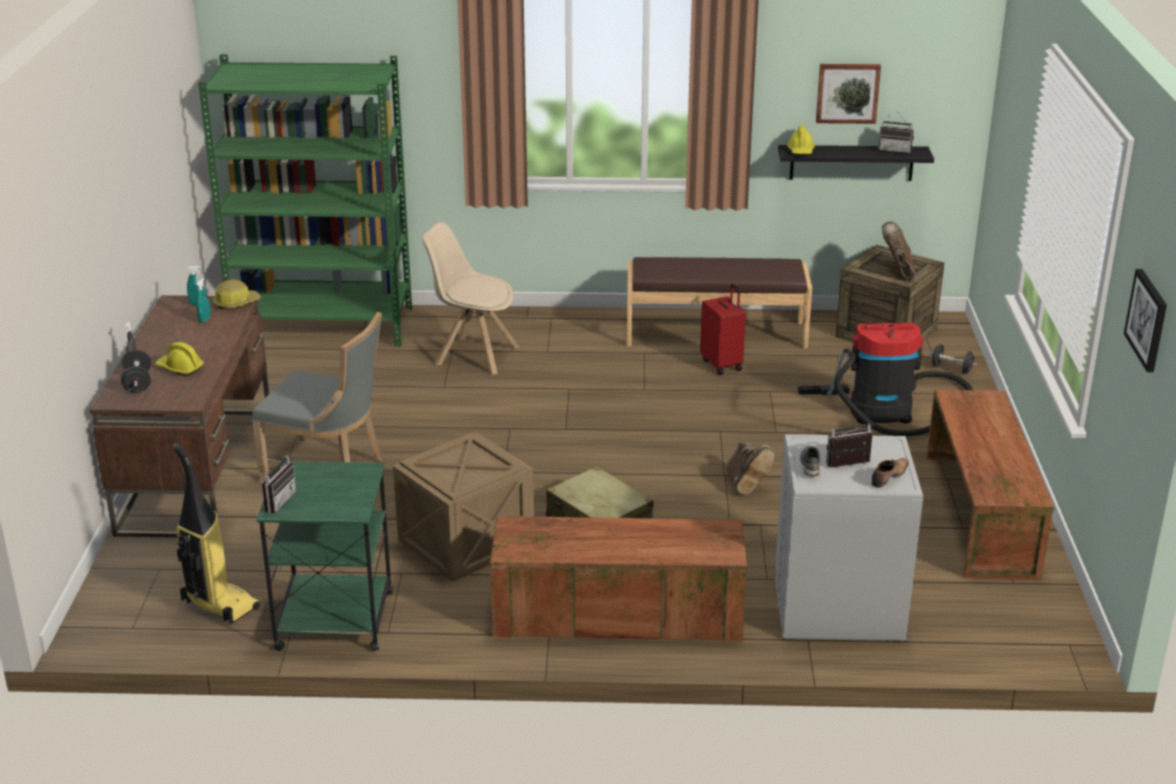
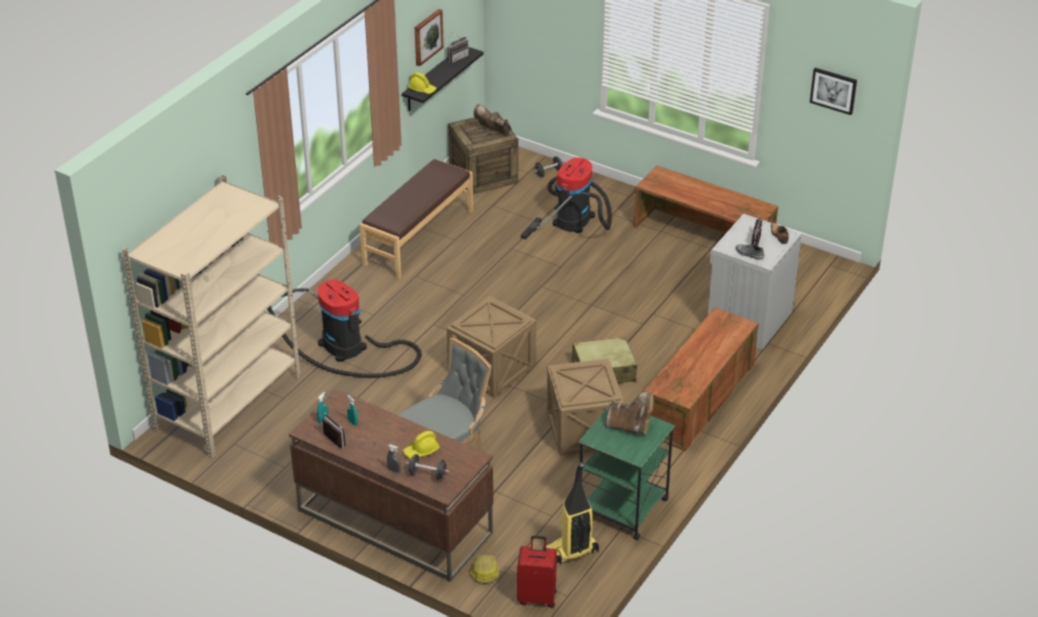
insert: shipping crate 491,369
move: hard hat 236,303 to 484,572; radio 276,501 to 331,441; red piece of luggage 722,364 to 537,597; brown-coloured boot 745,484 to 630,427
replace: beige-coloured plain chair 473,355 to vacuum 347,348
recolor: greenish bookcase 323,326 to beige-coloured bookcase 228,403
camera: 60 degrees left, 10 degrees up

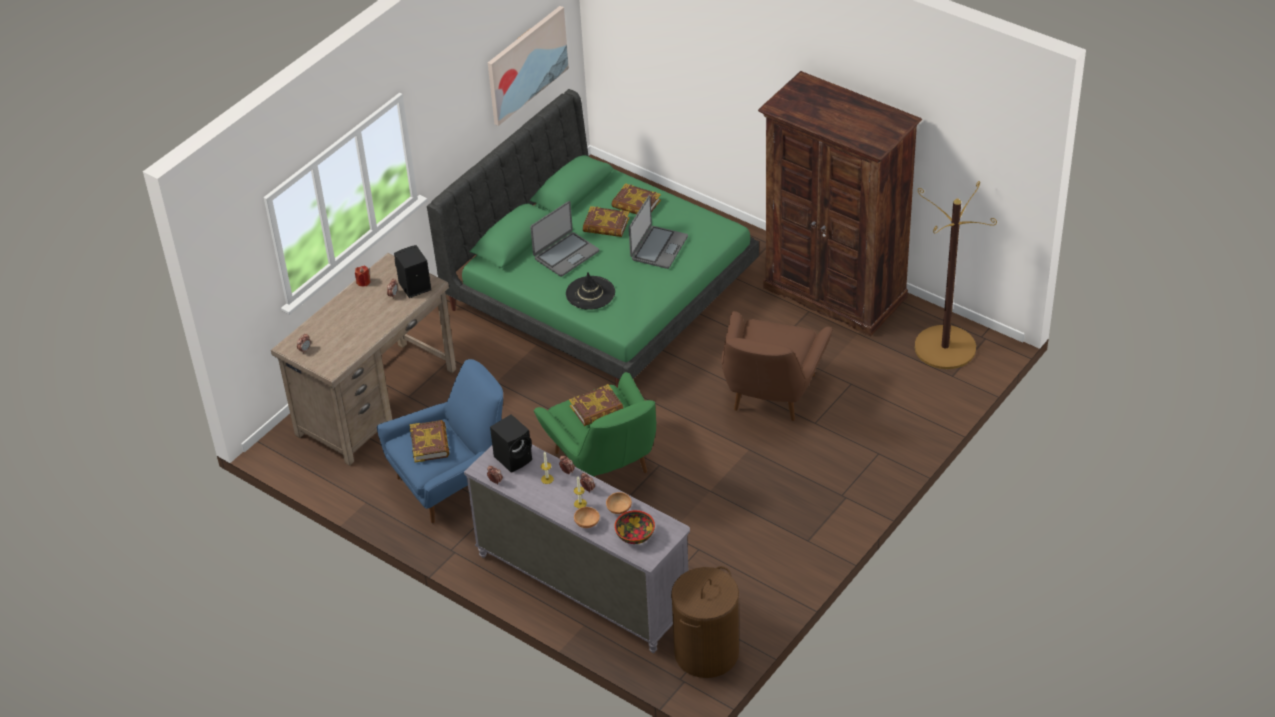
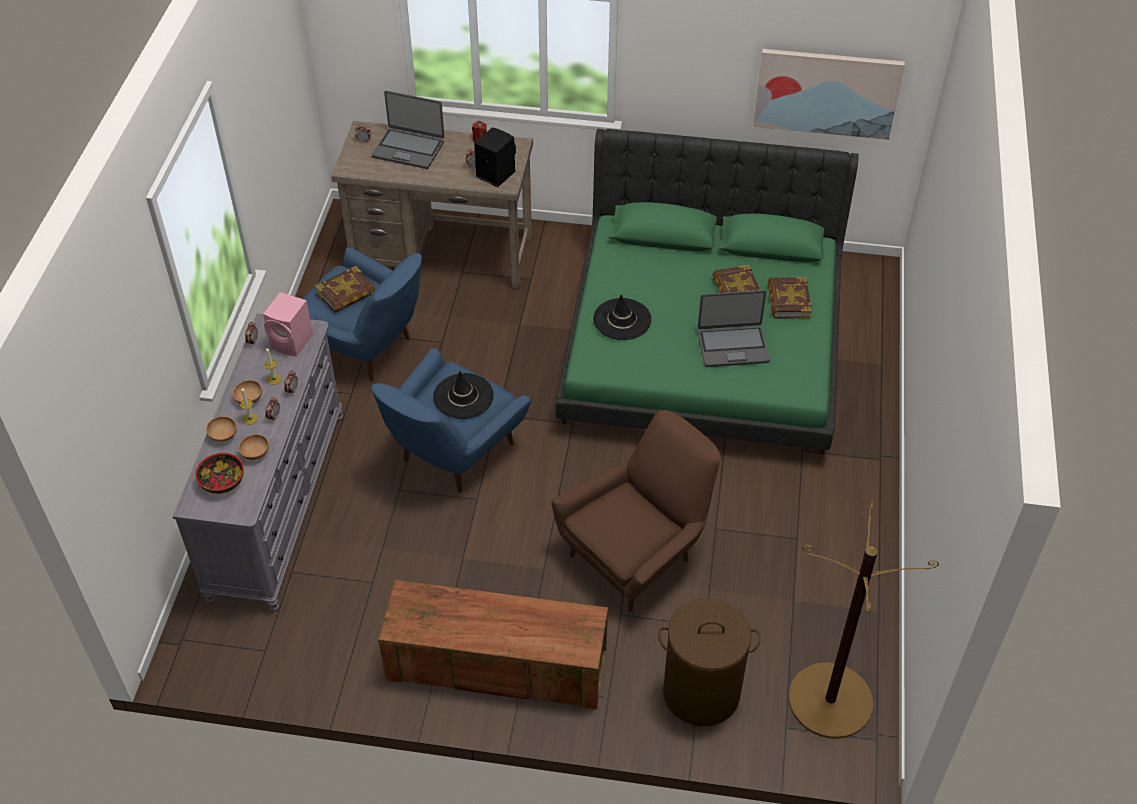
delete: brown-coloured wardrobe 834,293
insert: brown-coloured serving bowl 248,399; brown-coloured long seat 495,666
move: laptop 566,254 to 408,149; brown-coloured hamper 706,653 to 701,693
replace: volume 596,409 to black-coloured clothing hat 463,396
recolor: black-coloured audio speaker 514,458 to pink audio speaker 293,342; greenish armchair 606,466 to blue armchair 451,455
rotate: brown-coloured armchair 770,396 = 637,556 150 degrees clockwise
camera: 60 degrees right, 5 degrees up

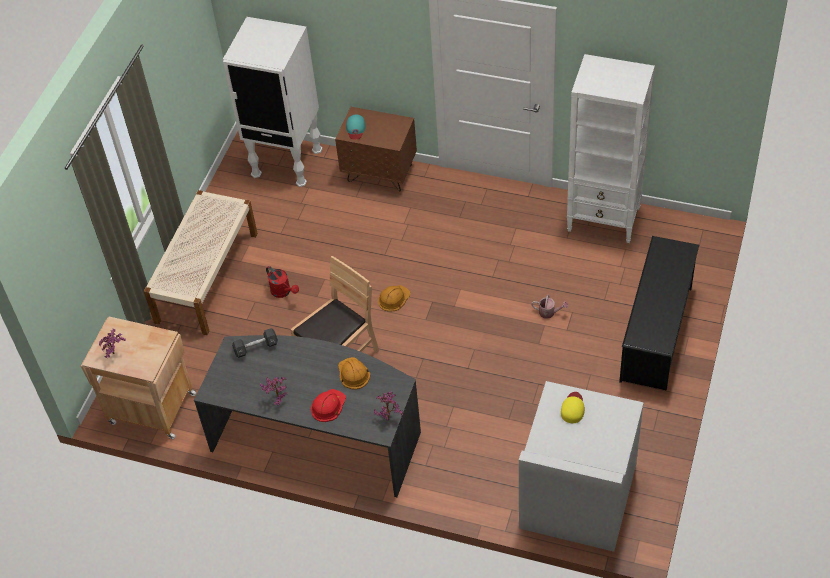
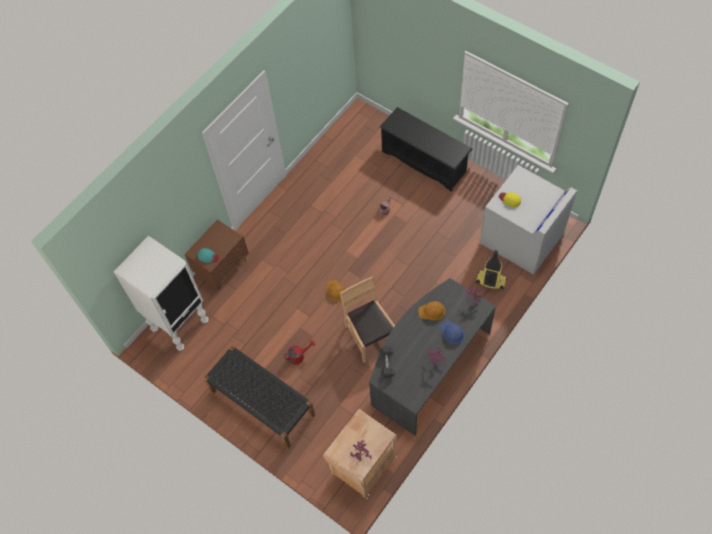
delete: white-coloured bookcase 604,219
insert: vacuum 490,282
recolor: beige-coloured long seat 206,277 to black-coloured long seat 262,403; red hard hat 328,406 to blue hard hat 452,332
camera: 70 degrees left, 10 degrees up

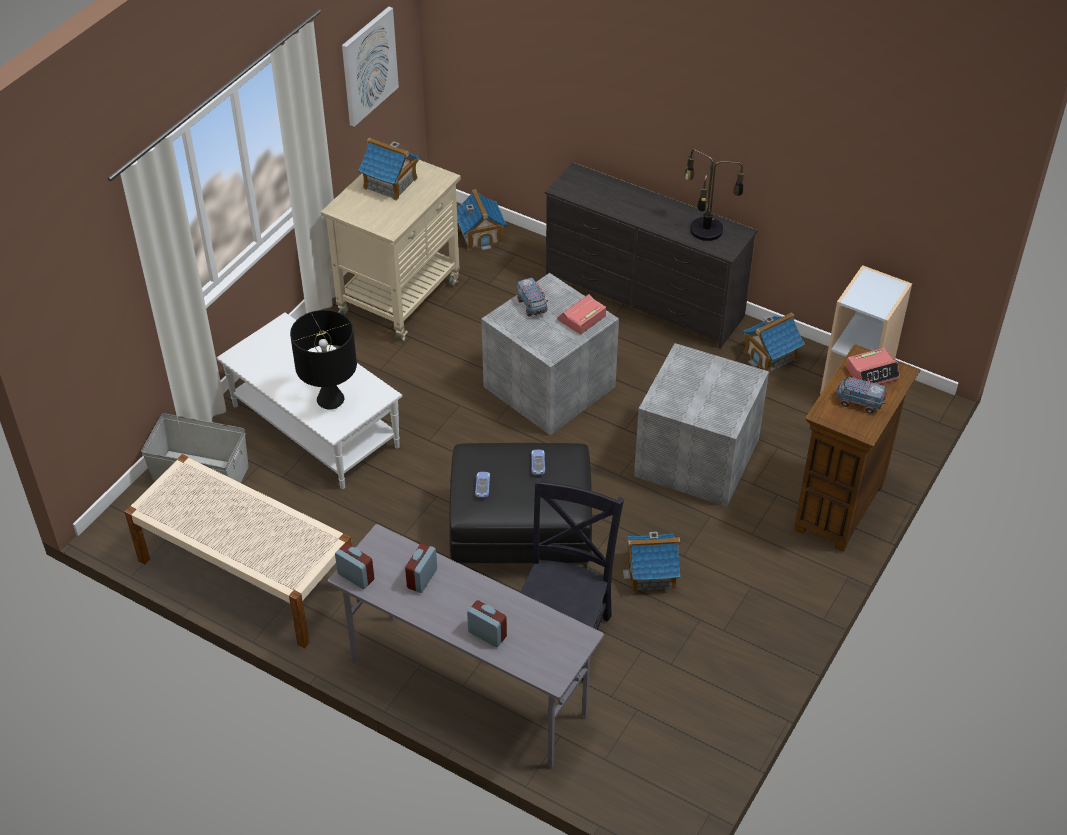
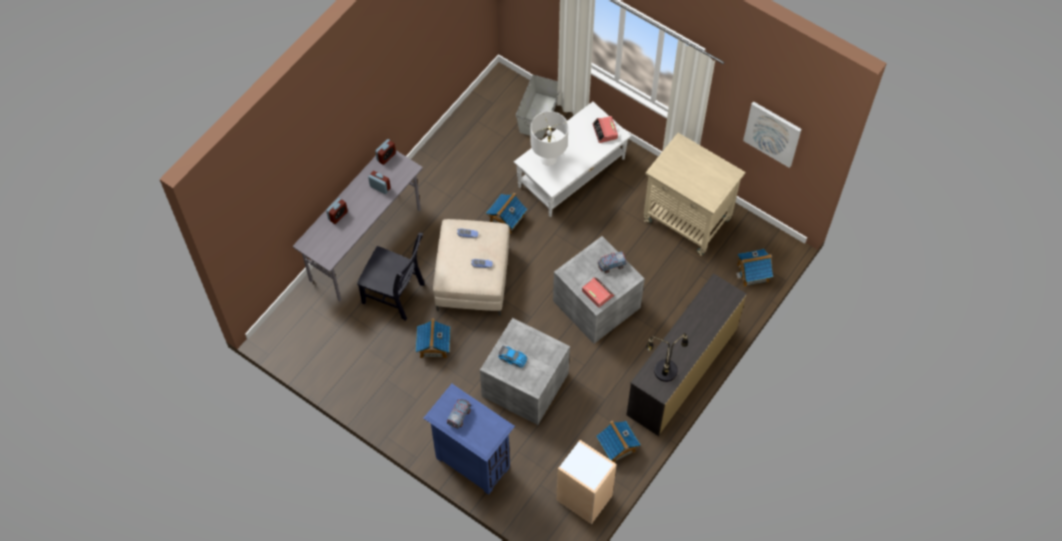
delete: beige-coloured long seat 246,574
insert: toy car 513,358
move: toy house 390,183 to 506,219; table clock 872,373 to 605,131
recolor: black-coloured table lamp 331,401 to white-coloured table lamp 548,160; black-coloured footrest 521,534 to beige-coloured footrest 472,278; brown-coloured cupboard 839,509 to blue cupboard 471,463
camera: 95 degrees right, 15 degrees up

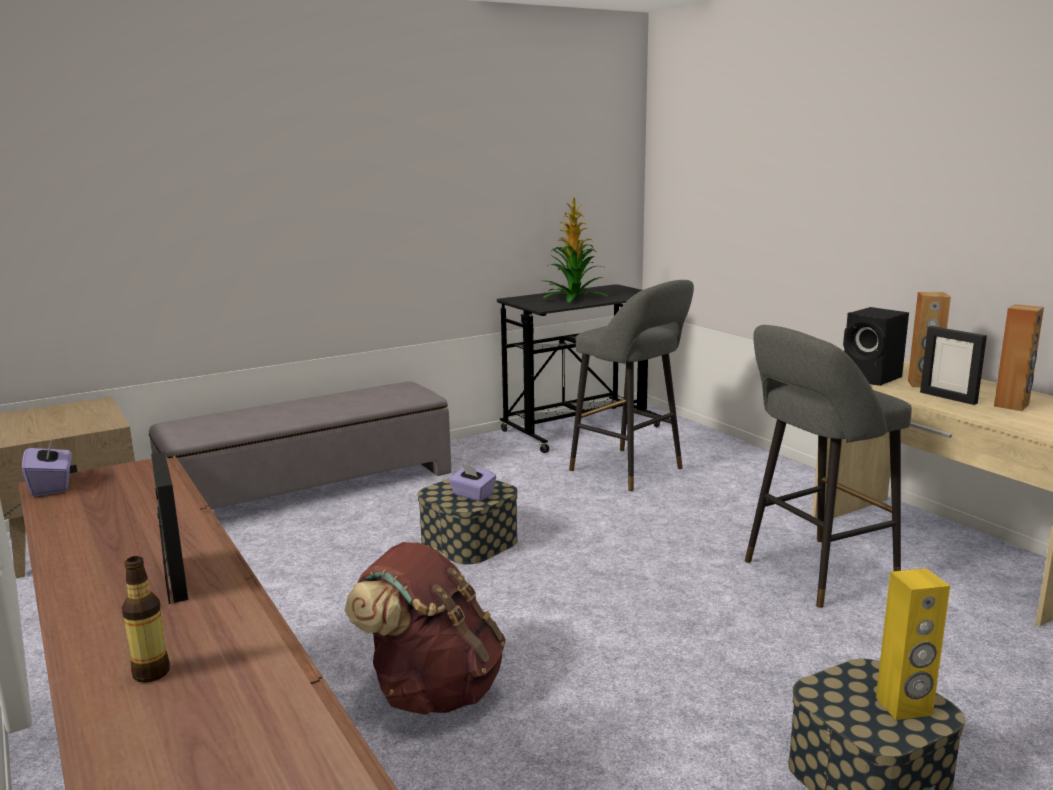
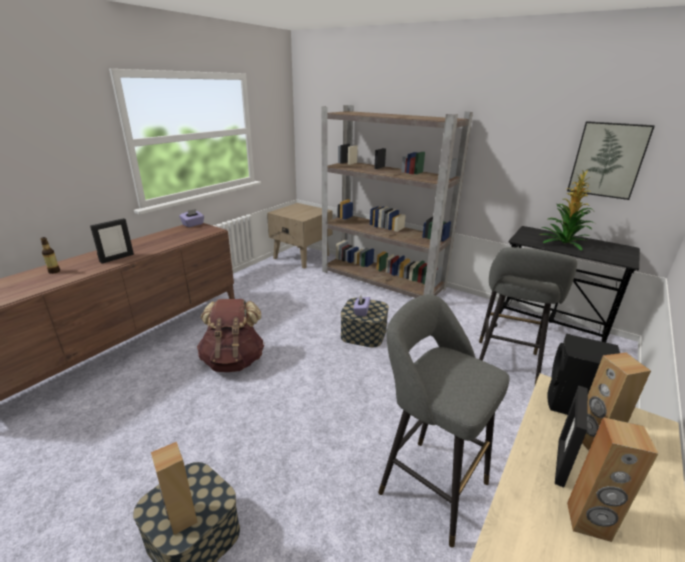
insert: wall art 607,160
replace: grey long seat 311,487 to brown-coloured bookcase 382,279
recolor: yellow audio speaker 904,707 to brown-coloured audio speaker 182,518
camera: 65 degrees right, 10 degrees up

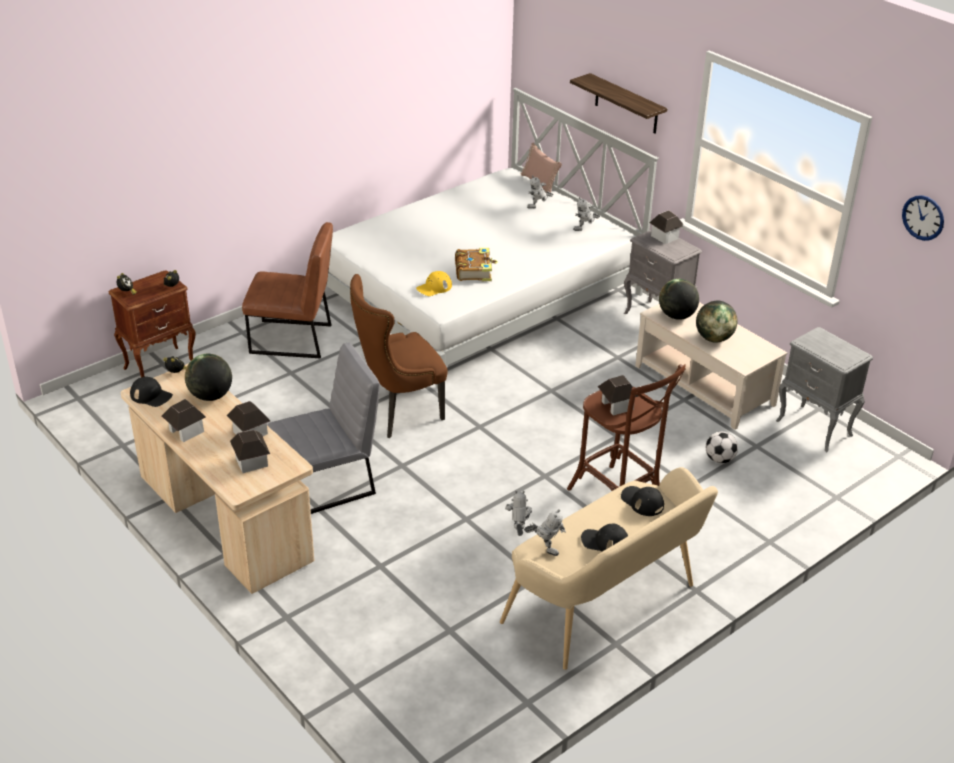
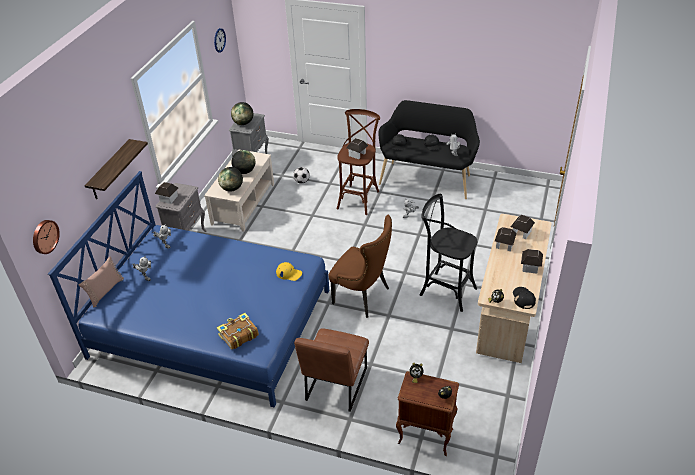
insert: clock on the wall 44,236
move: world globe 211,396 to 243,123; volume 474,271 to 238,335
replace: grey plain chair 327,484 to black-coloured sitting stool 445,290
recolor: white-coloured sleeping bed 479,295 to blue sleeping bed 211,324; beige-coloured long seat 606,607 to black-coloured long seat 427,178
rotate: brown-coloured plain chair 293,339 = 335,385 135 degrees counterclockwise
camera: 120 degrees left, 5 degrees up

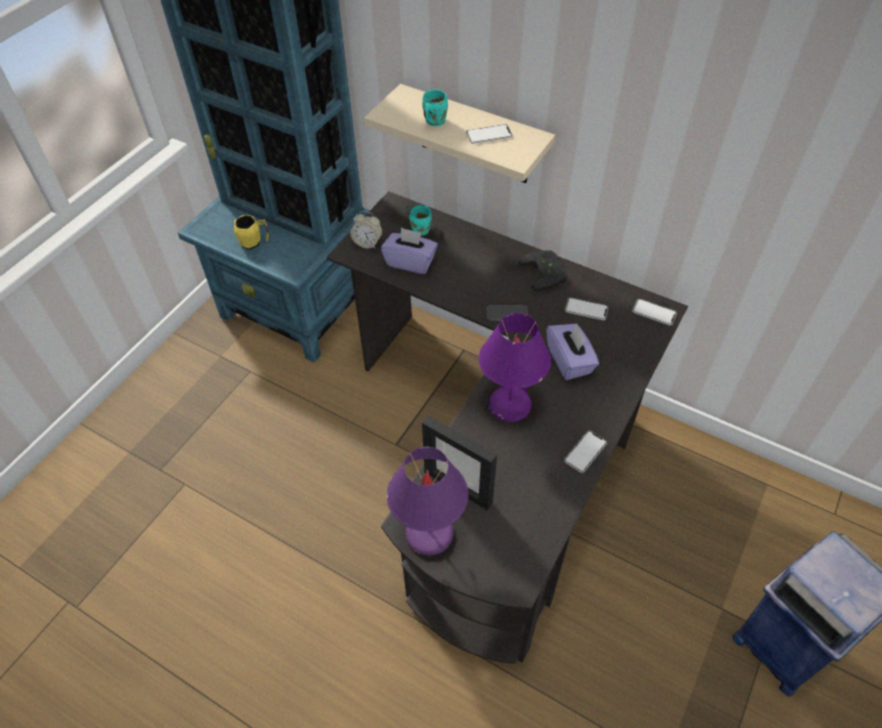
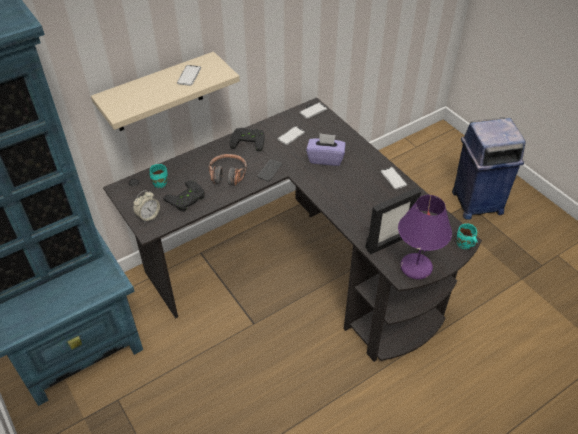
delete: yellow coffee mug 254,242; purple table lamp 508,405
insert: headphones 227,175
move: blue-green coffee mug 433,121 to 464,245
replace: purple tissue box 410,262 to black-coloured gamepad 187,199
camera: 65 degrees left, 5 degrees down

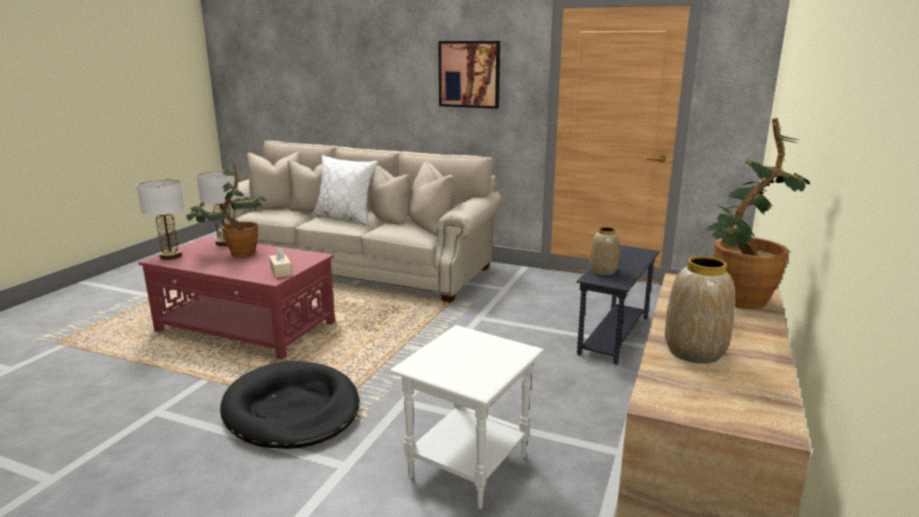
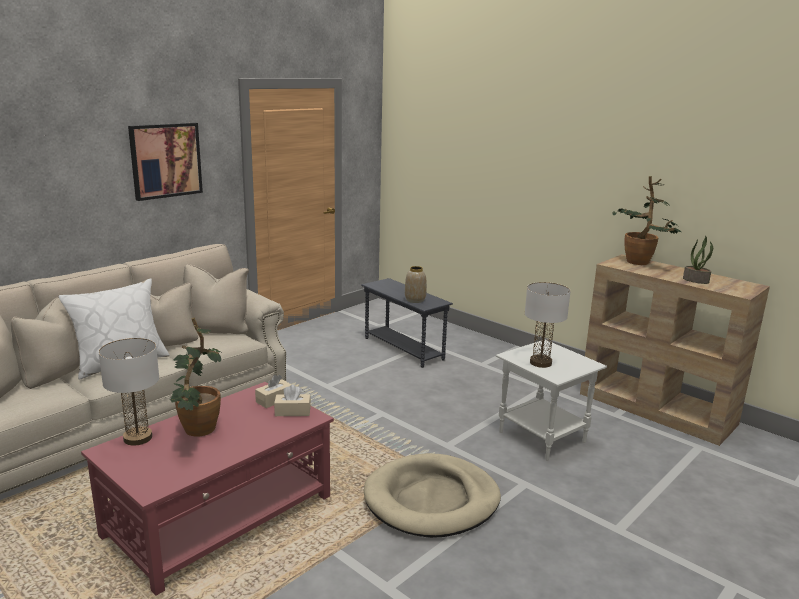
insert: beige-coloured tissue box 274,400
move: table lamp 171,256 to 540,363
replace: decorative vase 695,352 to potted plant 696,280
recolor: black-coloured pet bed 292,410 to beige-coloured pet bed 432,500
camera: 70 degrees left, 0 degrees up

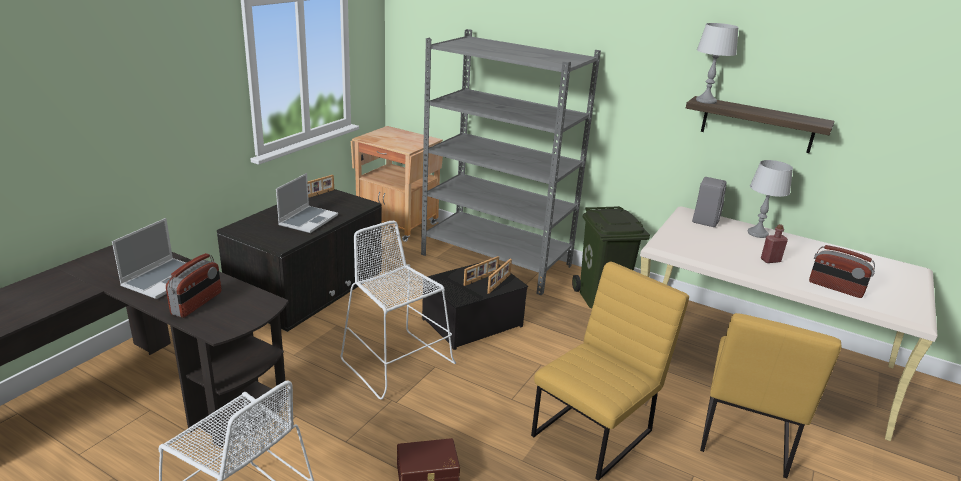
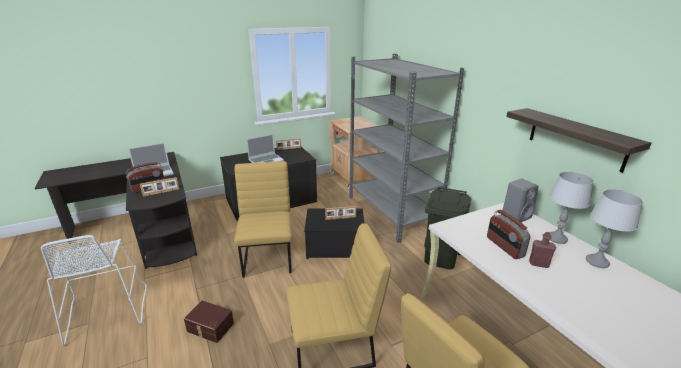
move: picture frame 499,283 to 161,192; grey table lamp 705,101 to 597,262; radio 835,288 to 504,247
replace: white-coloured sitting stool 398,363 to yellow plain chair 268,256
camera: 35 degrees right, 0 degrees up

